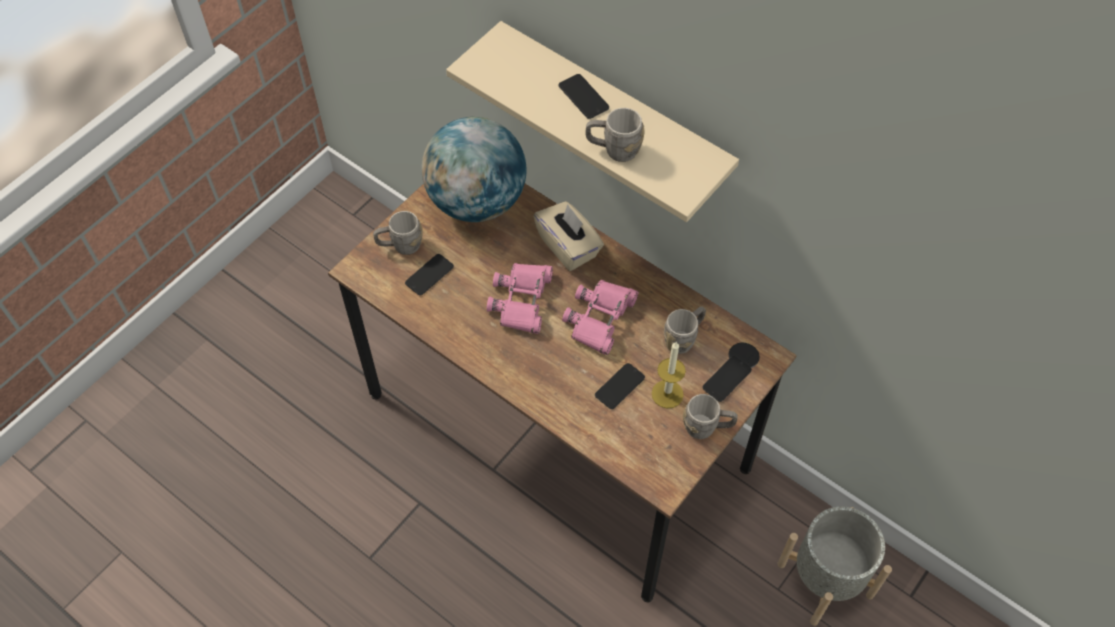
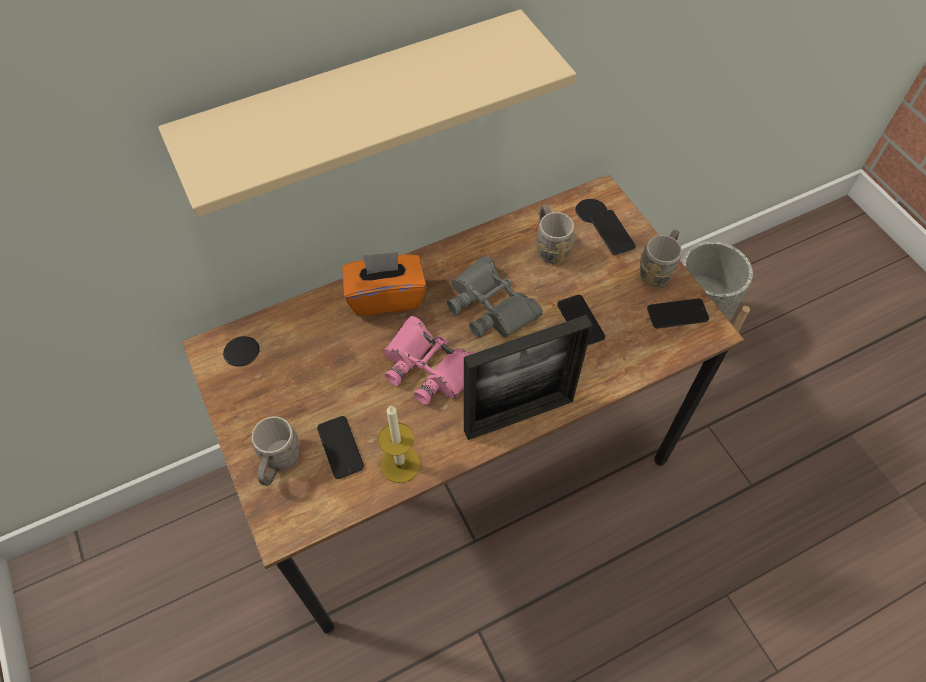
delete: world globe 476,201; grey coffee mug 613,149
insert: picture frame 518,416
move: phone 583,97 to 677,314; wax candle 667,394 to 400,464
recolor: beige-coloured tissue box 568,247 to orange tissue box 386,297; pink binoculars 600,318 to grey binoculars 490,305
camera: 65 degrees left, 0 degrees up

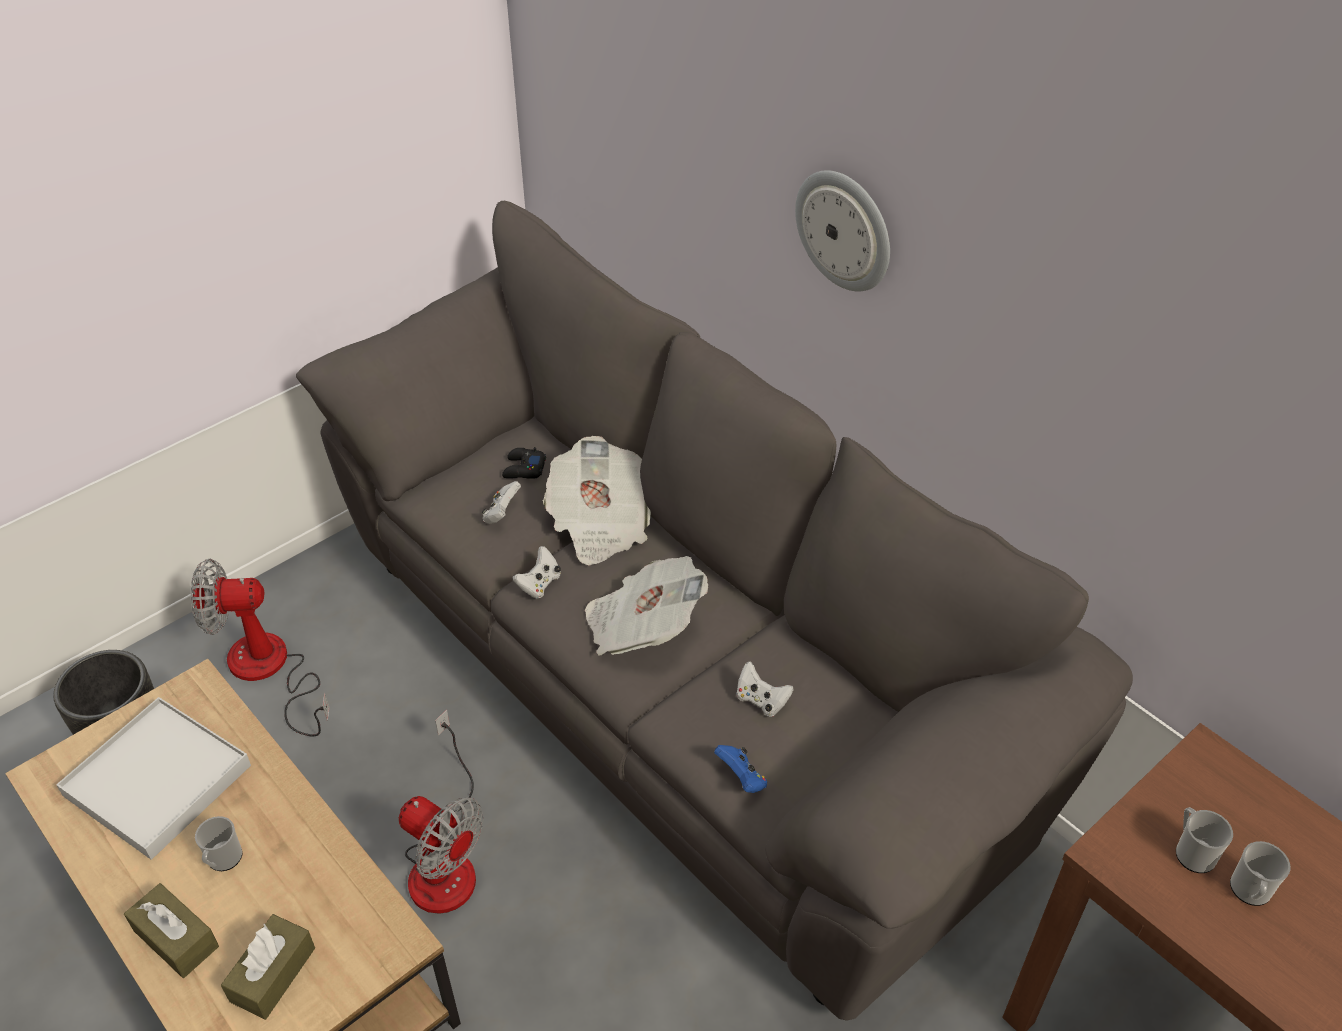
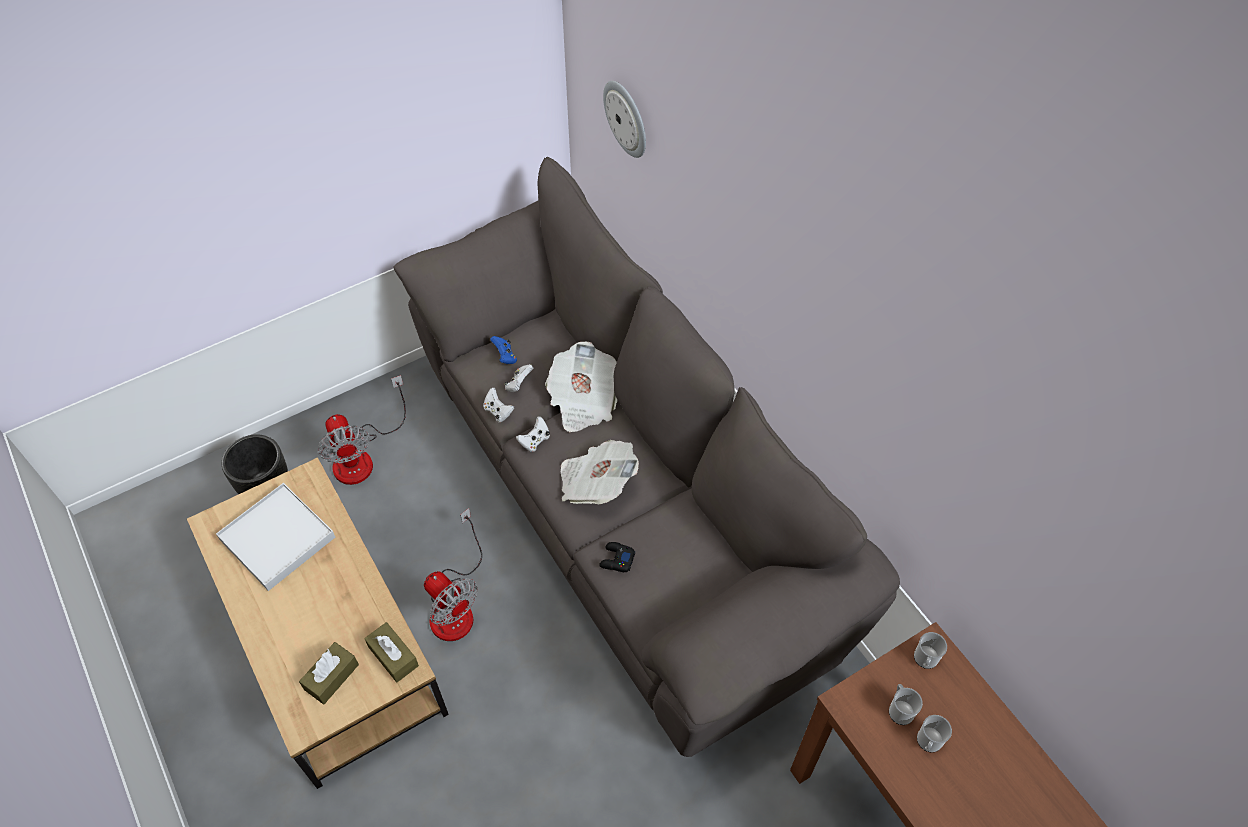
move: brown-coloured tissue box 176,938 to 393,656; coffee mug 223,860 to 925,660; black-coloured gamepad 523,469 to 616,560; blue gamepad 742,779 to 505,356; white-coloured gamepad 761,700 to 498,411; clock on the wall 845,230 to 627,118
rotate: cooling fan 269,671 = 362,456 120 degrees counterclockwise
camera: 10 degrees right, 10 degrees up

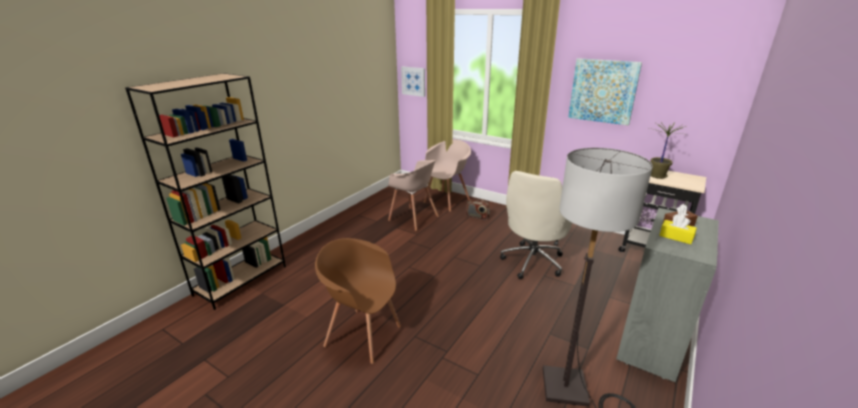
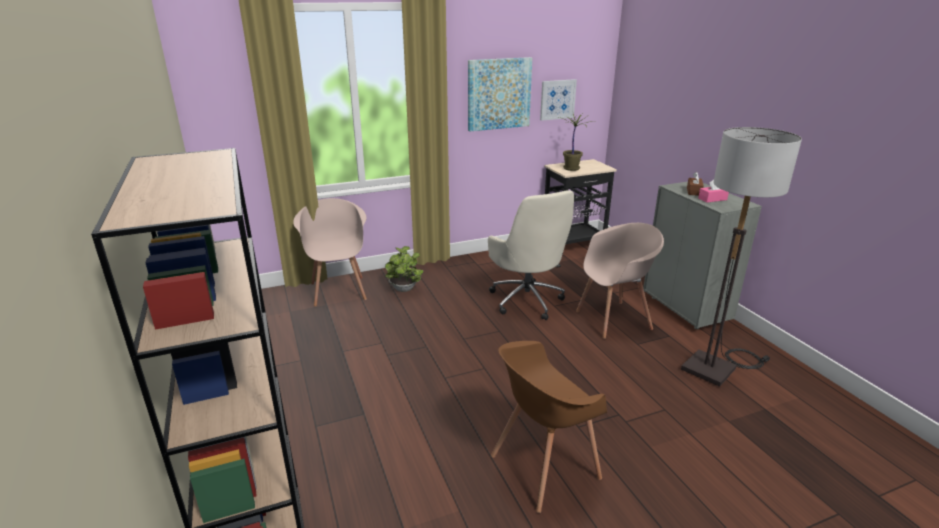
move: beige-coloured plain chair 413,219 to 614,320; wall art 413,81 to 557,99
replace: radio 477,217 to potted plant 404,290
recolor: yellow tissue box 676,237 to pink tissue box 712,199
camera: 55 degrees left, 0 degrees up

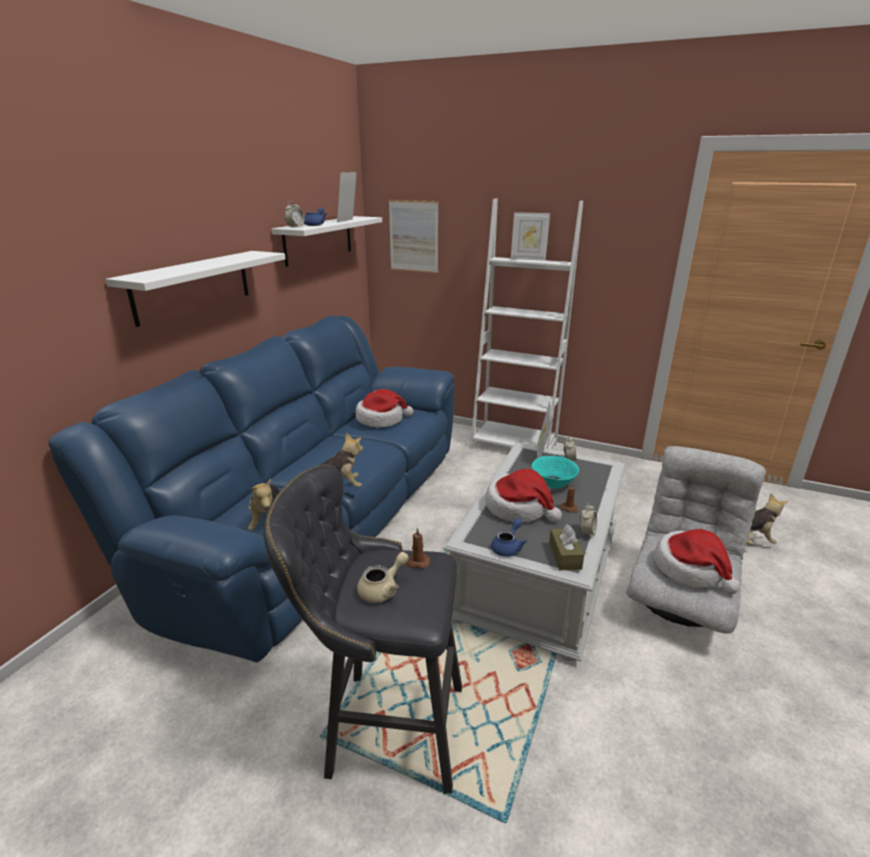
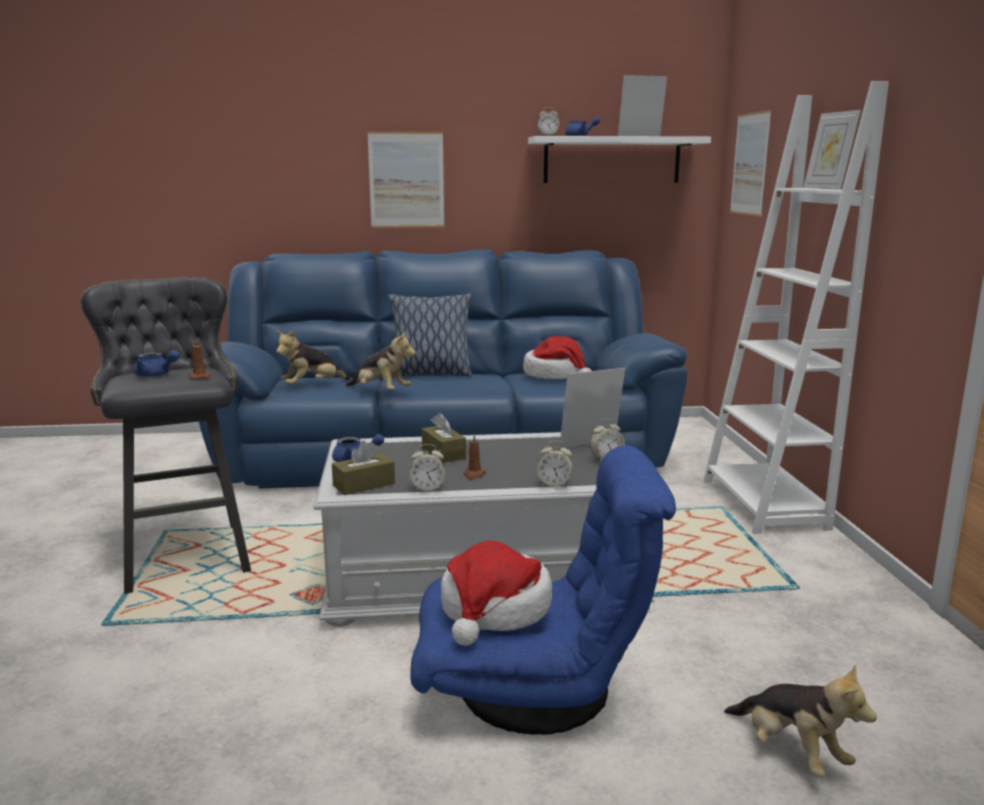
delete: blue-green serving bowl 553,483
insert: pillow 430,374; table clock 554,485
replace: white-coloured shelf 193,286 to wall art 406,180; clothing hat 519,507 to brown-coloured tissue box 443,453
recolor: beige-coloured teapot 383,589 to blue teapot 156,375; grey armchair 681,597 to blue armchair 532,691
camera: 60 degrees right, 10 degrees down

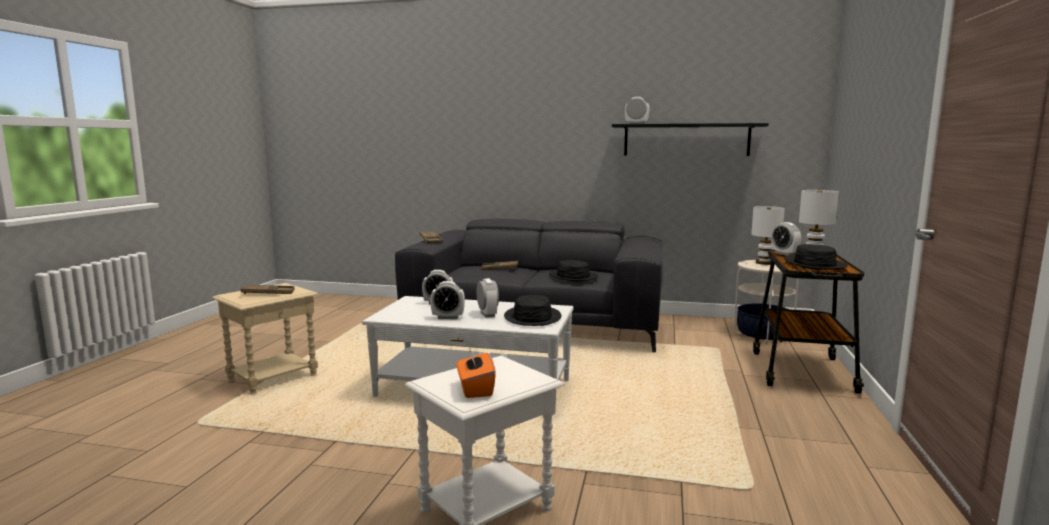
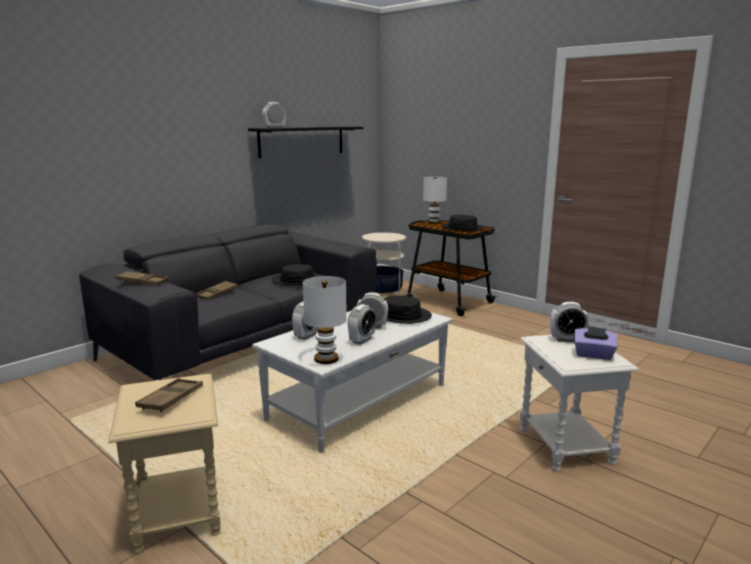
move: white-coloured table lamp 764,263 to 326,358; table clock 784,254 to 567,339
recolor: orange tissue box 475,389 to purple tissue box 593,355
camera: 60 degrees left, 5 degrees up

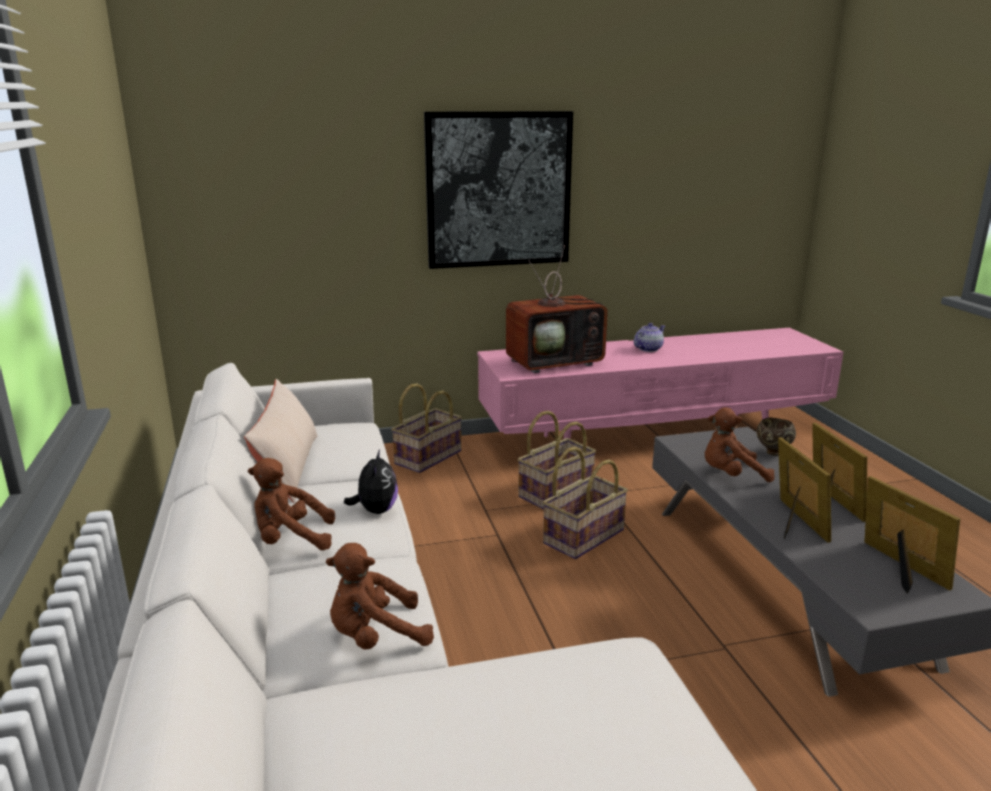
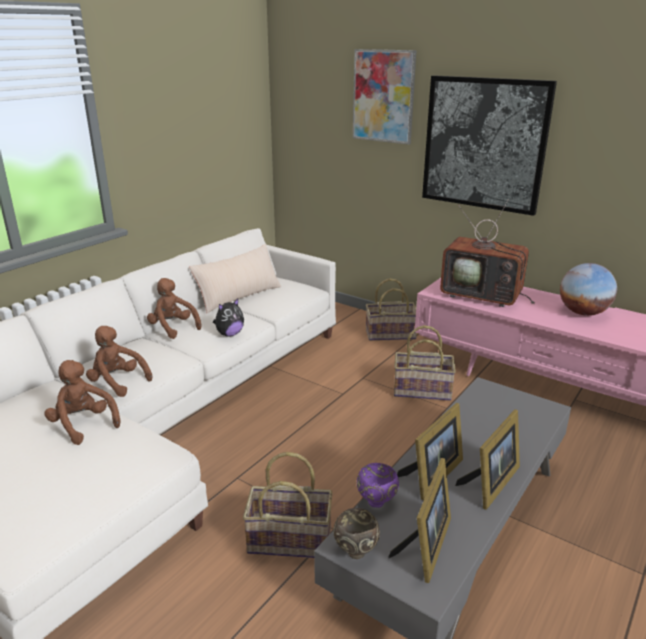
insert: wall art 383,96; purple serving bowl 377,502
move: household basket 583,536 to 290,539; brown-coloured cuddly toy 731,475 to 83,424; brown-coloured serving bowl 772,453 to 355,551
replace: teapot 648,349 to world globe 582,313
camera: 50 degrees right, 5 degrees up

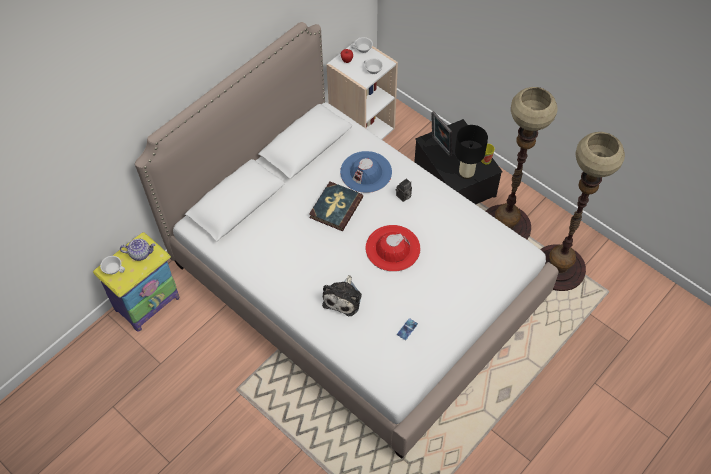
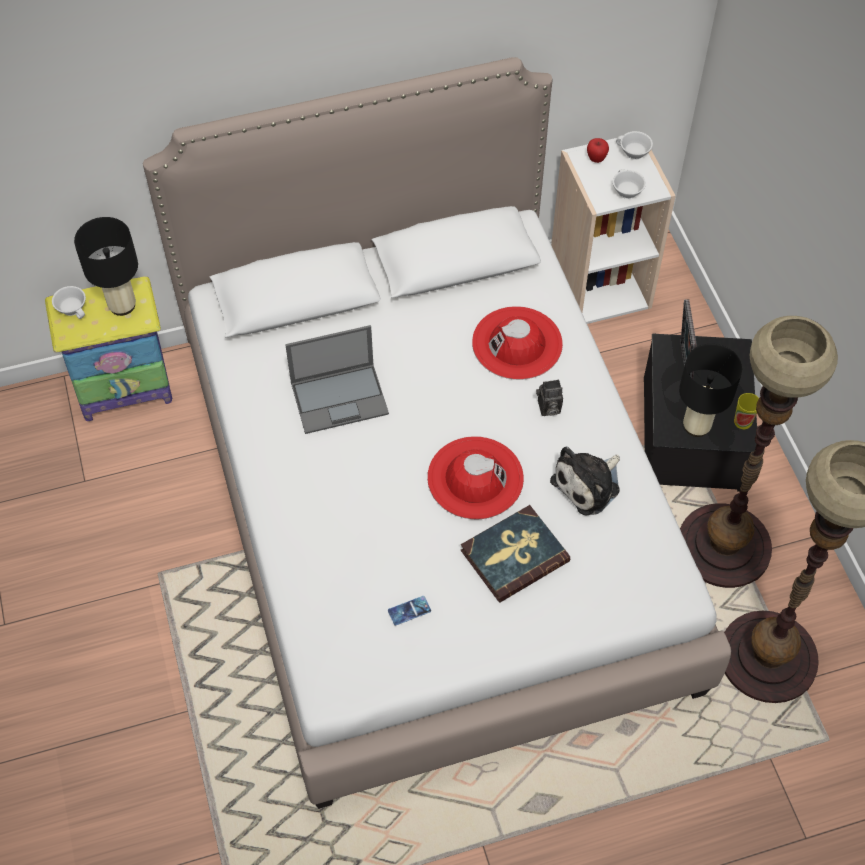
insert: laptop 340,398
move: volume 335,207 to 514,555; cuddly toy 343,298 to 589,484
replace: teapot 140,253 to black-coloured table lamp 122,305
recolor: blue clothing hat 366,172 to red clothing hat 517,343
camera: 30 degrees right, 0 degrees up

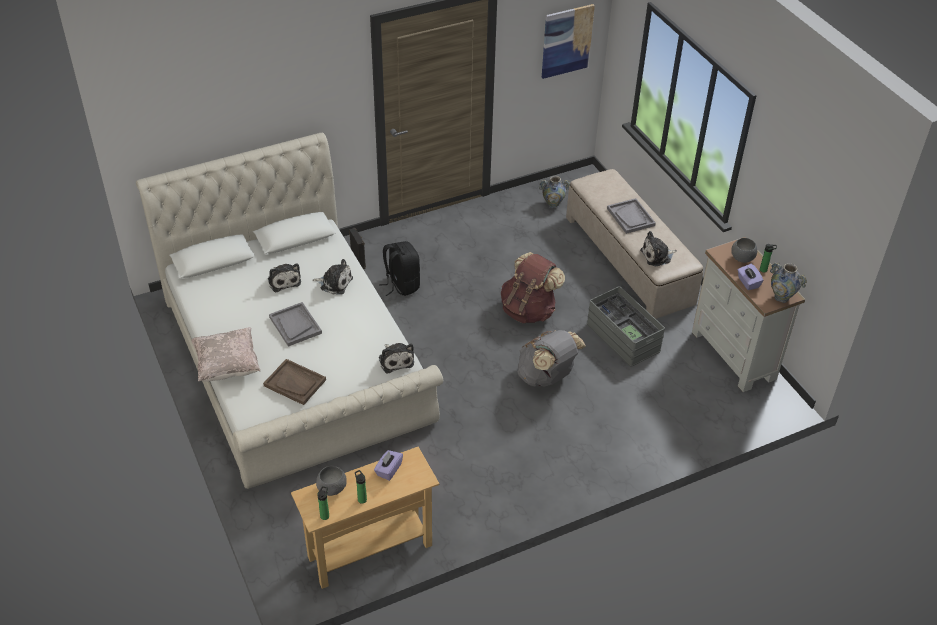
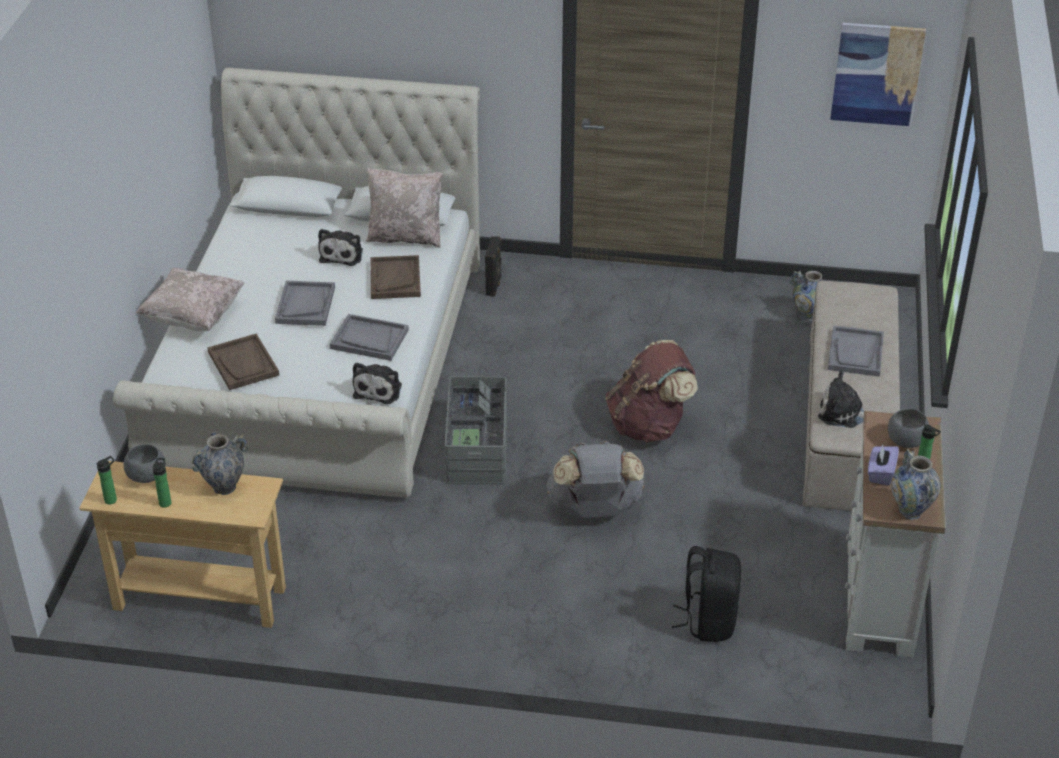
insert: grey serving tray 369,339; beige-coloured pillow 405,236
move: black-coloured backpack 401,285 to 708,621; grey storage bin 622,337 to 476,447
replace: cuddly toy 334,283 to brown-coloured serving tray 395,279; purple tissue box 388,470 to decorative vase 224,487
camera: 35 degrees right, 5 degrees down

